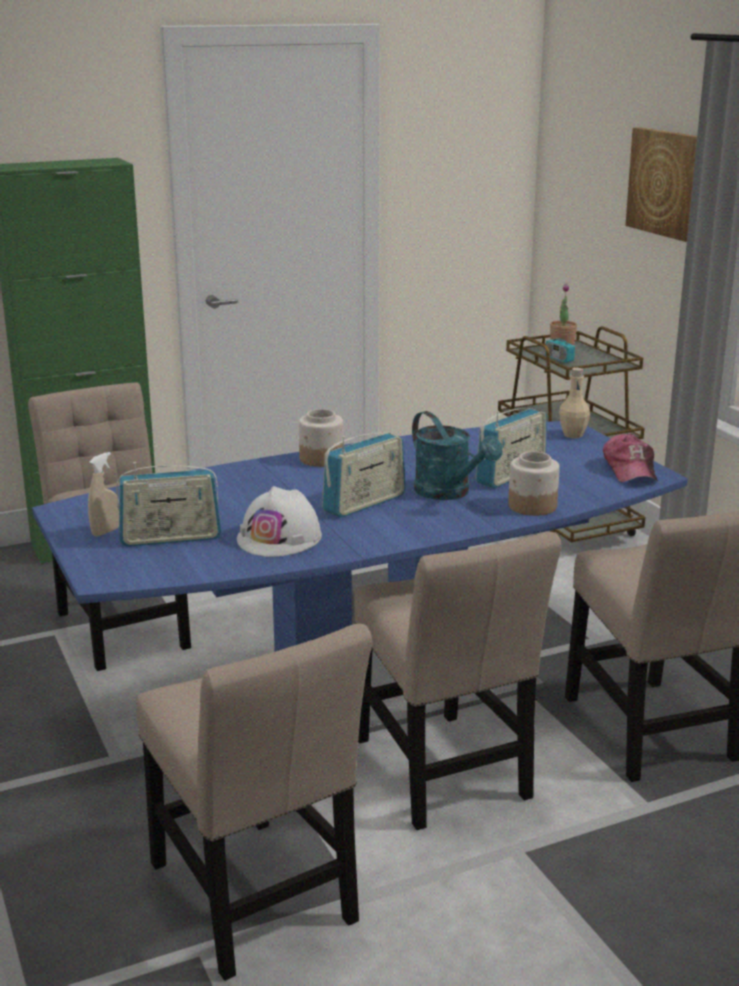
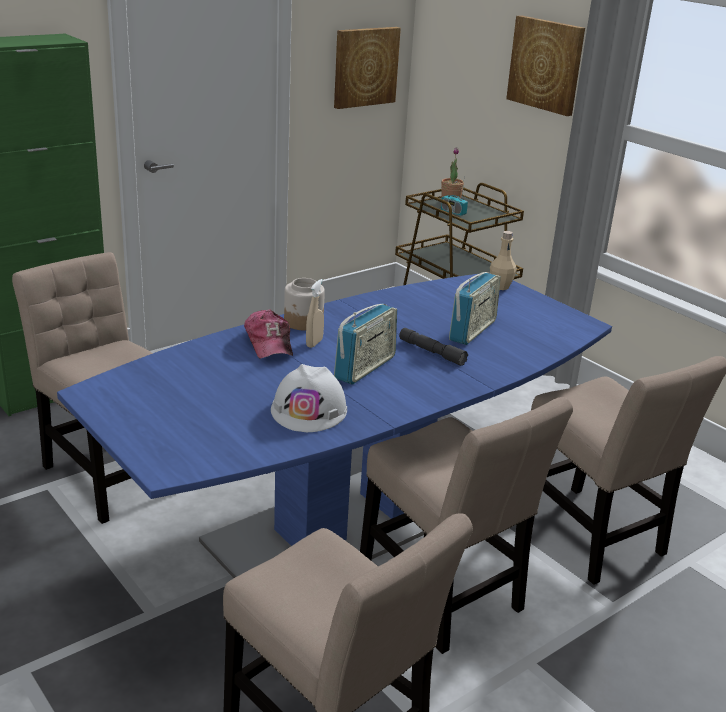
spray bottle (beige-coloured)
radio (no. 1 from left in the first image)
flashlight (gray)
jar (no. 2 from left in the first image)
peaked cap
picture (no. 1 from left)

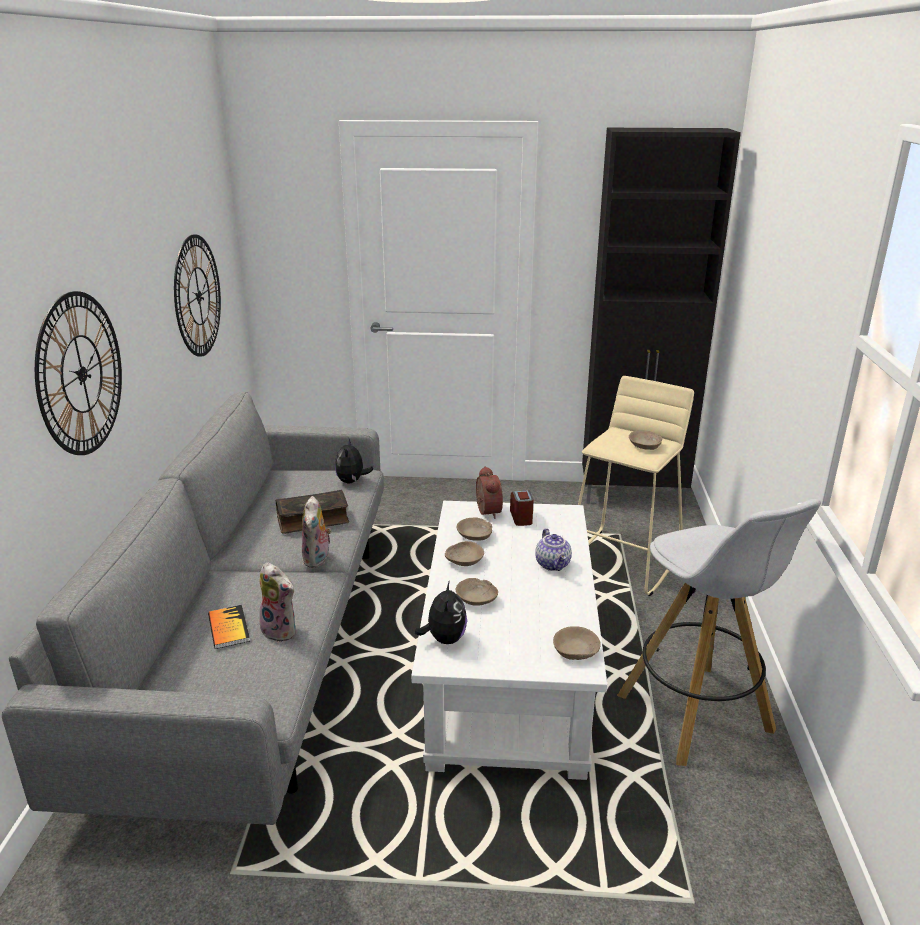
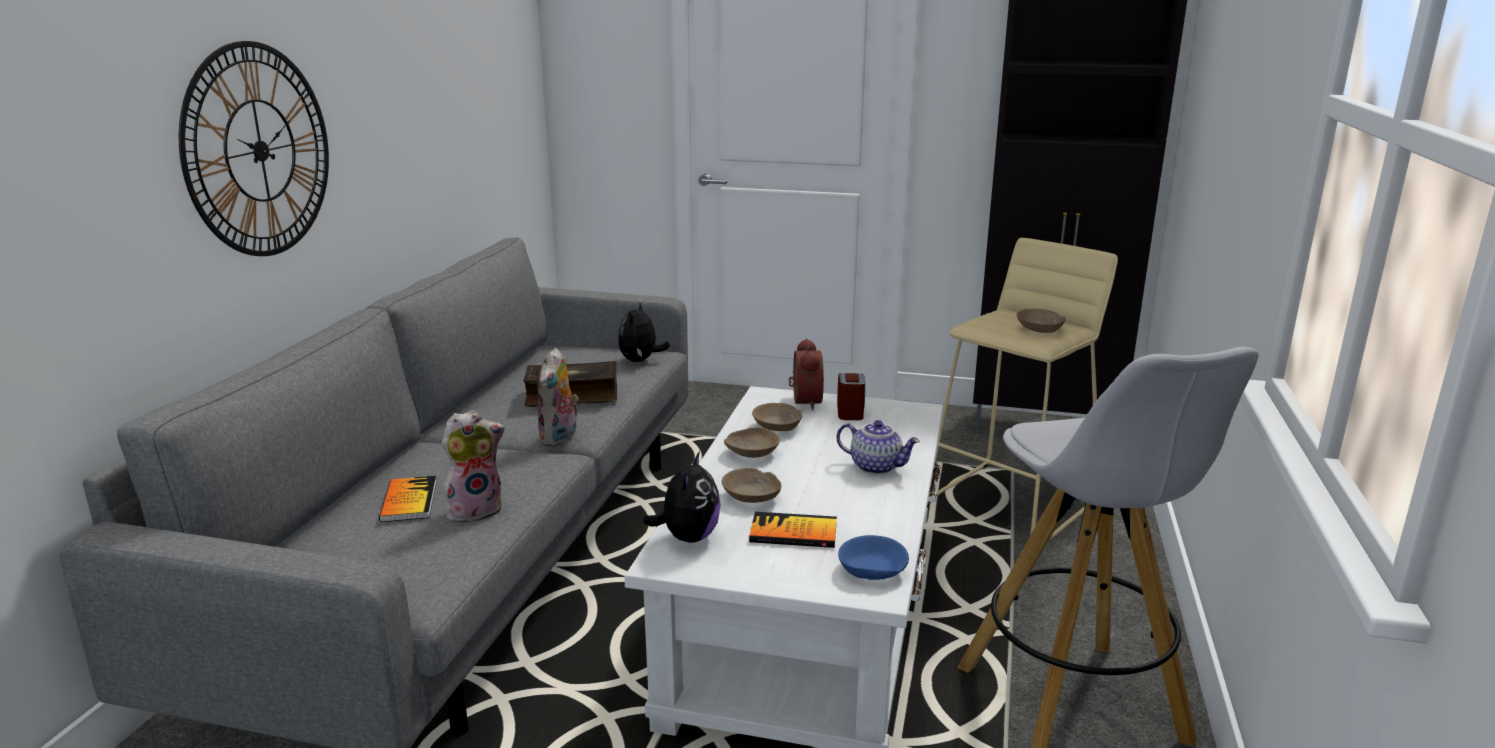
clock on the wall (no. 2 from left in the first image)
soft toy (no. 1 from left)
tea pot
deep dish (blue)
volume (no. 3 from left)

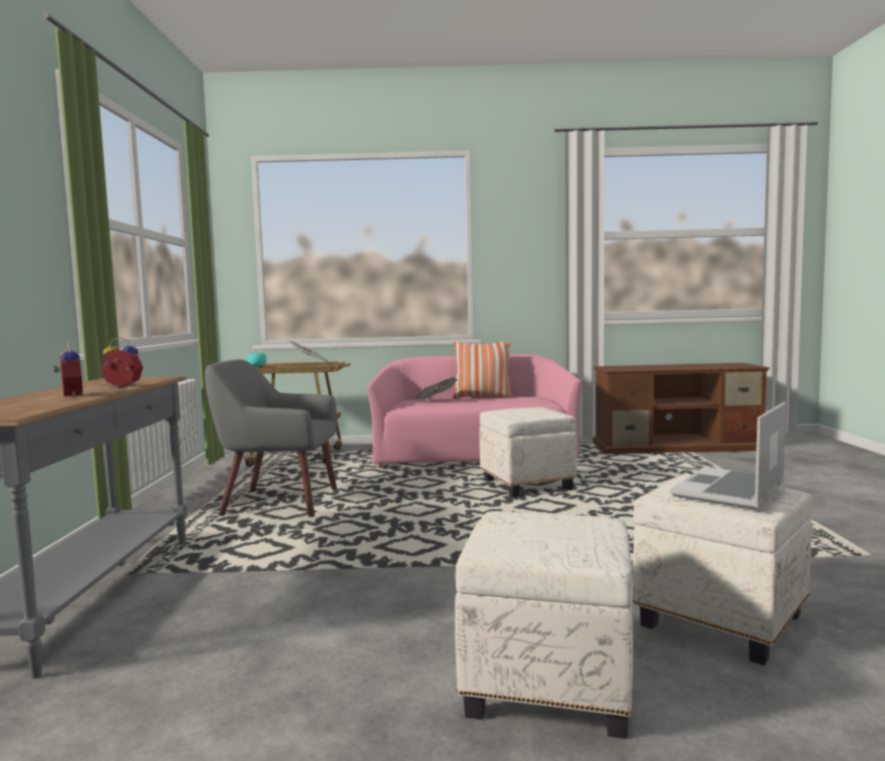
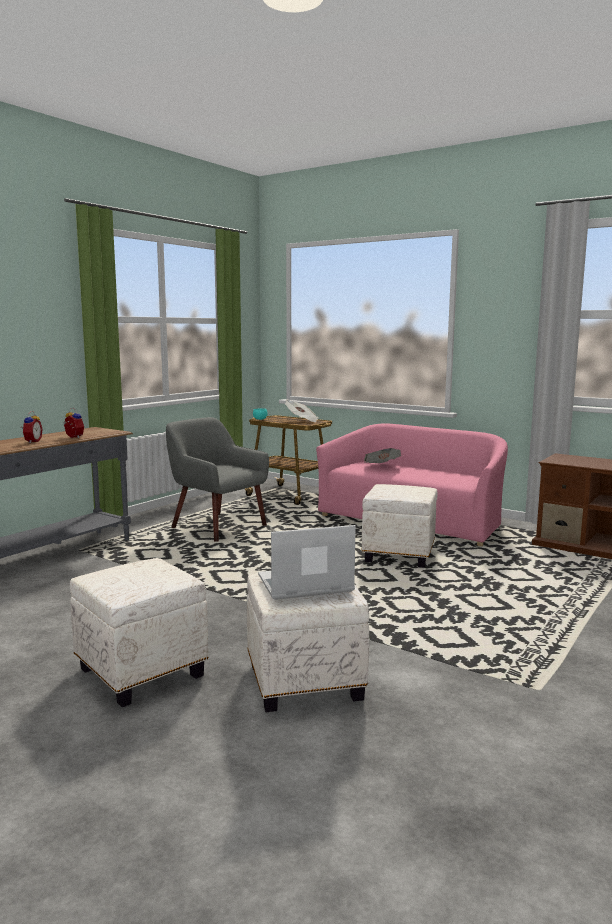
throw pillow

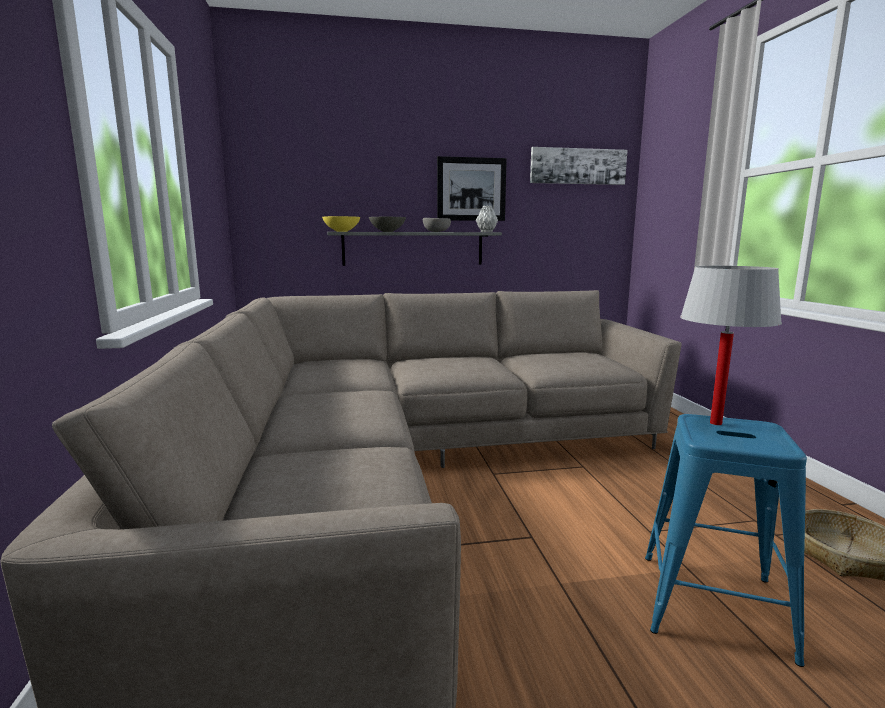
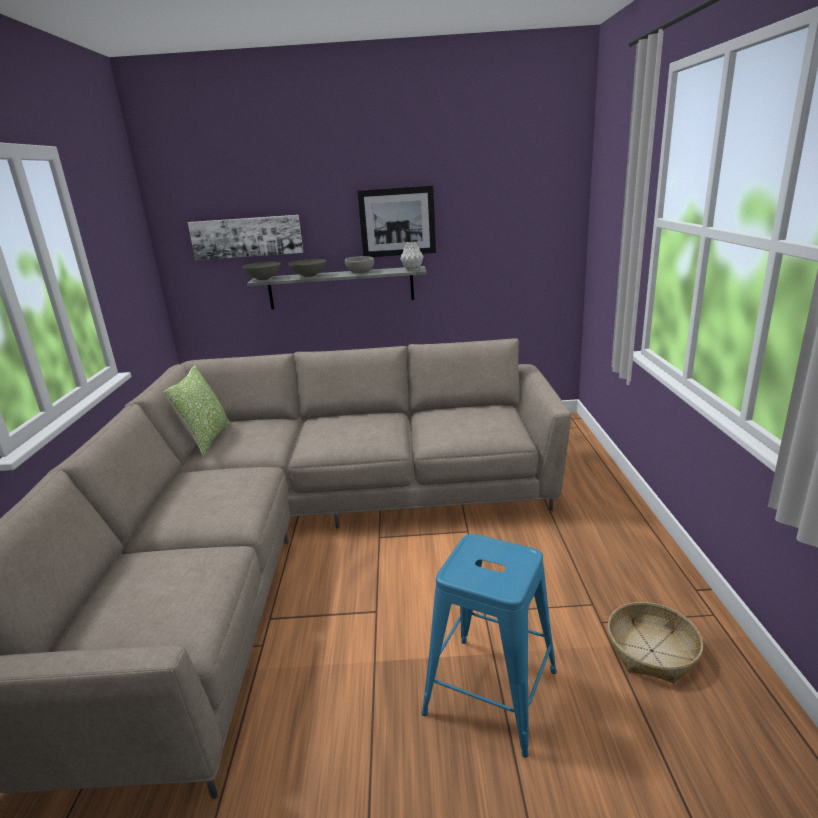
deep dish (gray) (no. 1 from left)
picture (no. 1 from left)
tabletop lamp (whitish)
throw pillow

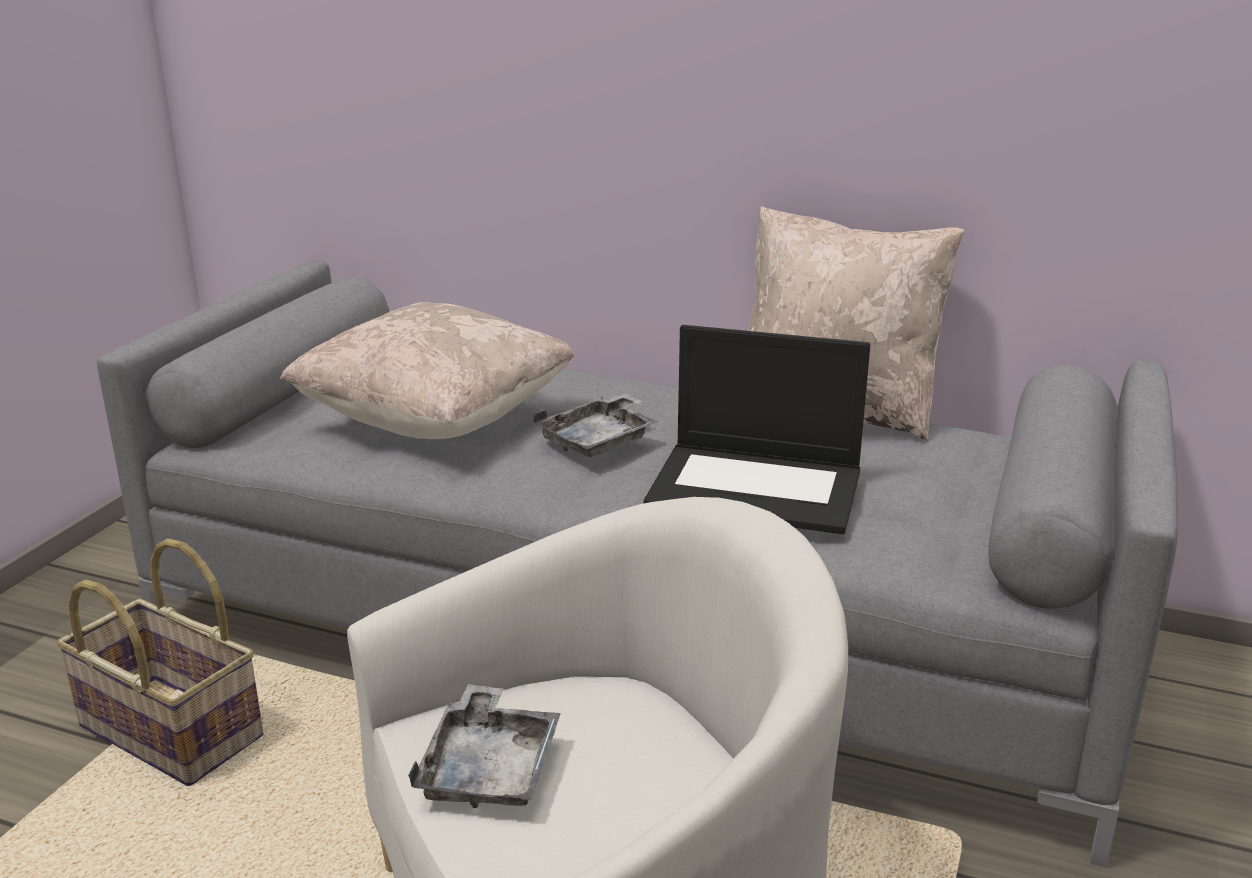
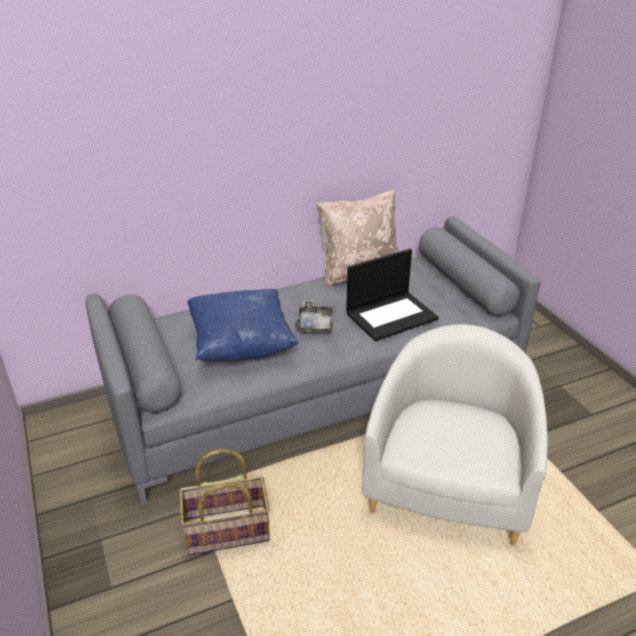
throw pillow (blue)
tray (gray) (no. 1 from left in the first image)

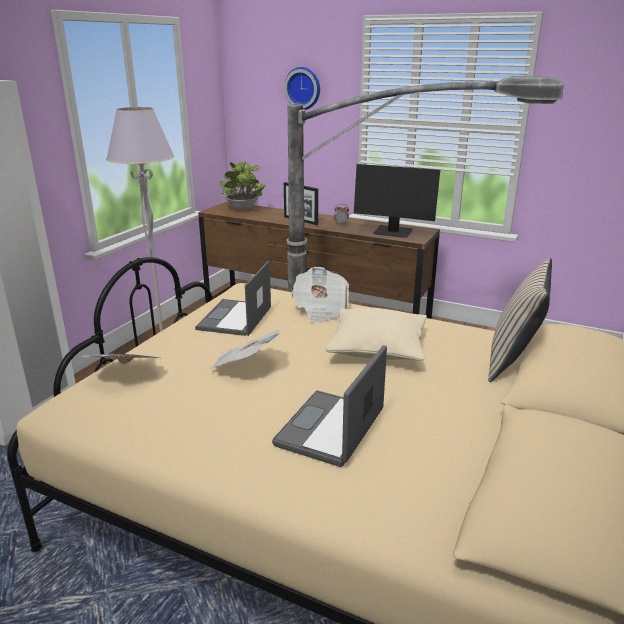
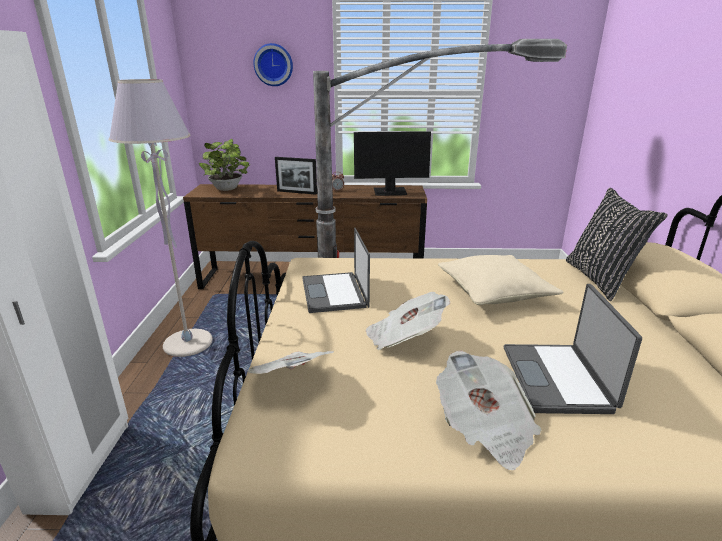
printed paper (no. 3 from left)
throw pillow (blackish)

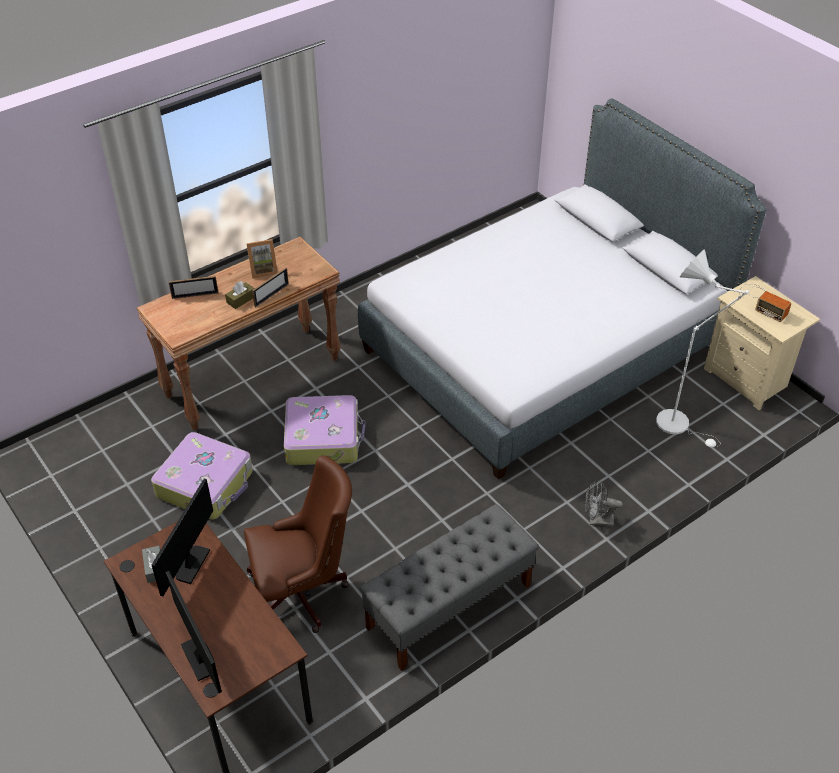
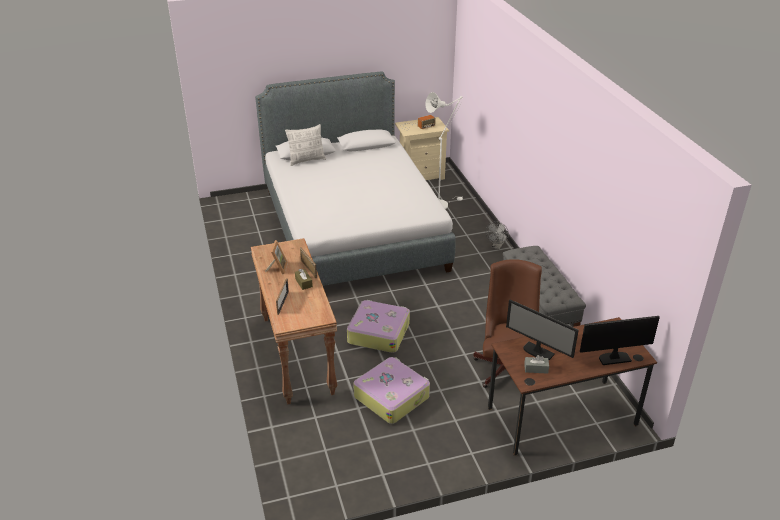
throw pillow

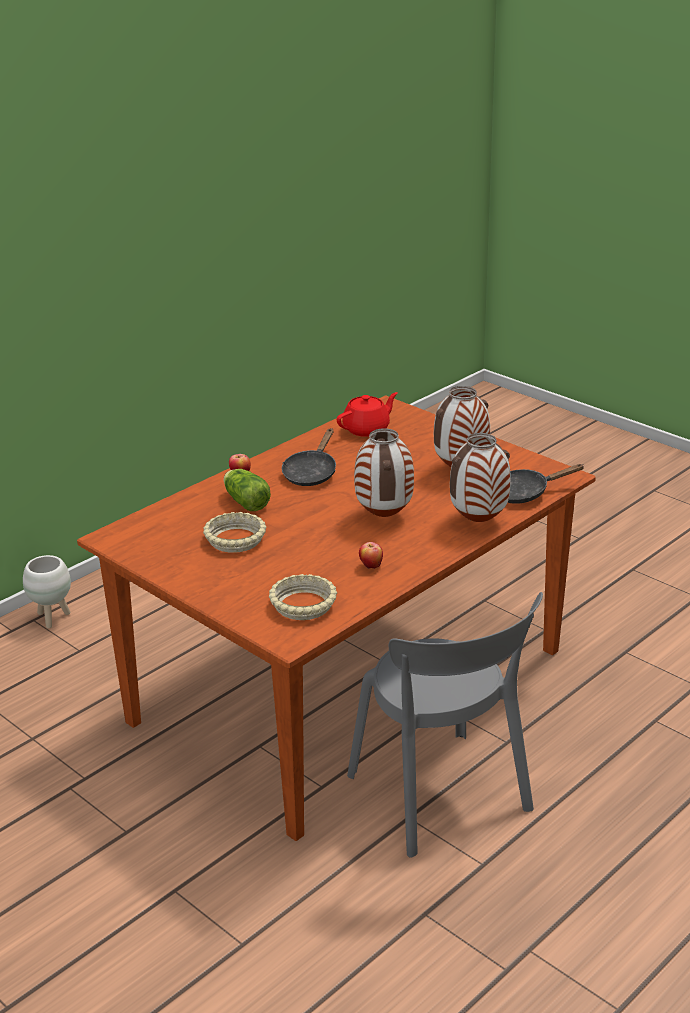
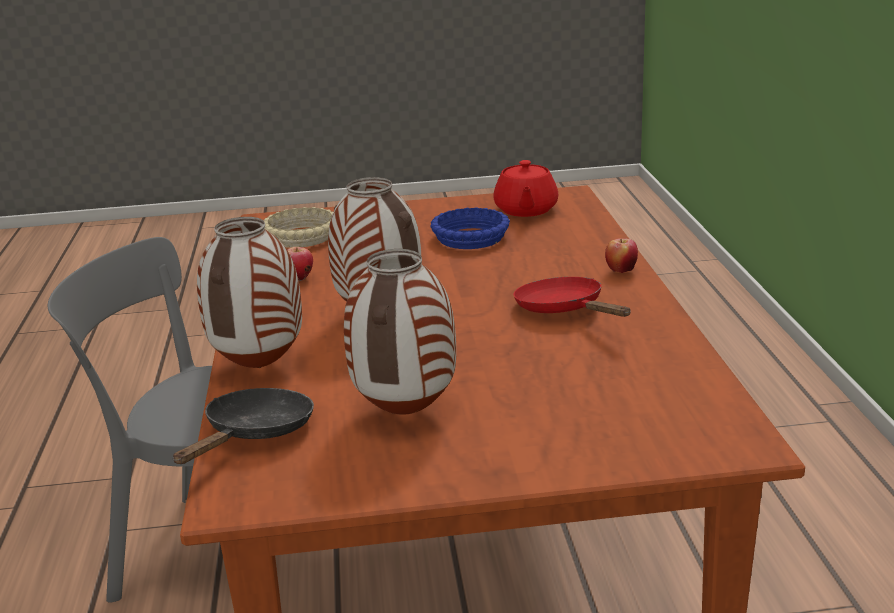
flower pot (whitish)
deep dish (blue)
lettuce
frying pan (reddish)
tea pot (reddish)

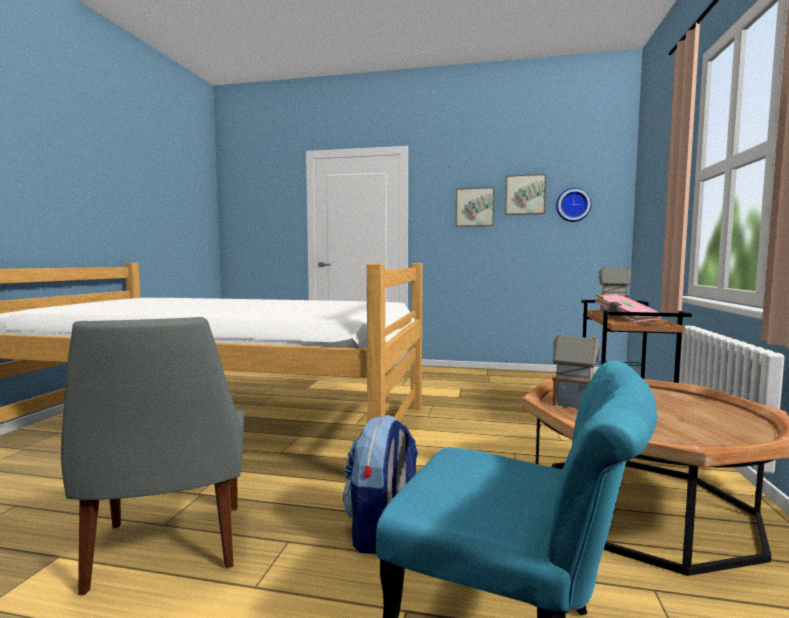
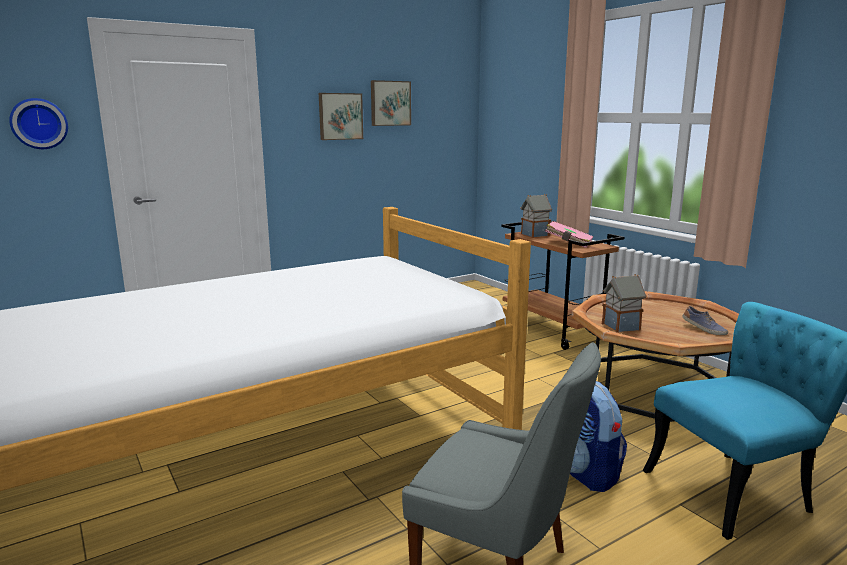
clock on the wall
item of footwear

